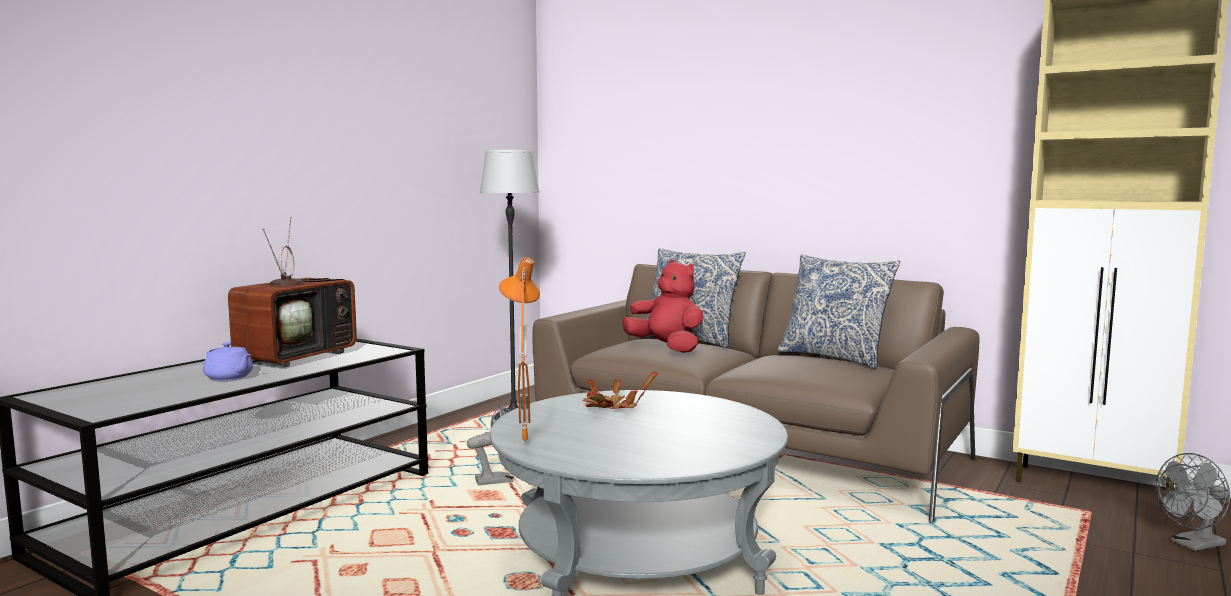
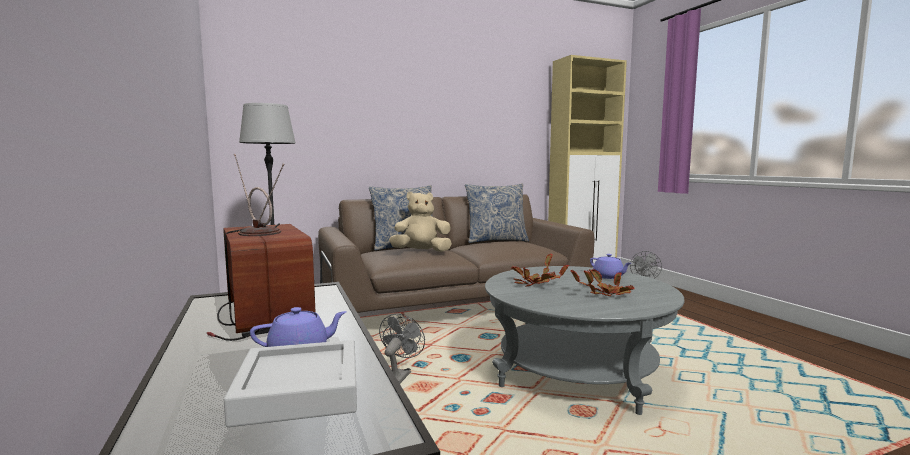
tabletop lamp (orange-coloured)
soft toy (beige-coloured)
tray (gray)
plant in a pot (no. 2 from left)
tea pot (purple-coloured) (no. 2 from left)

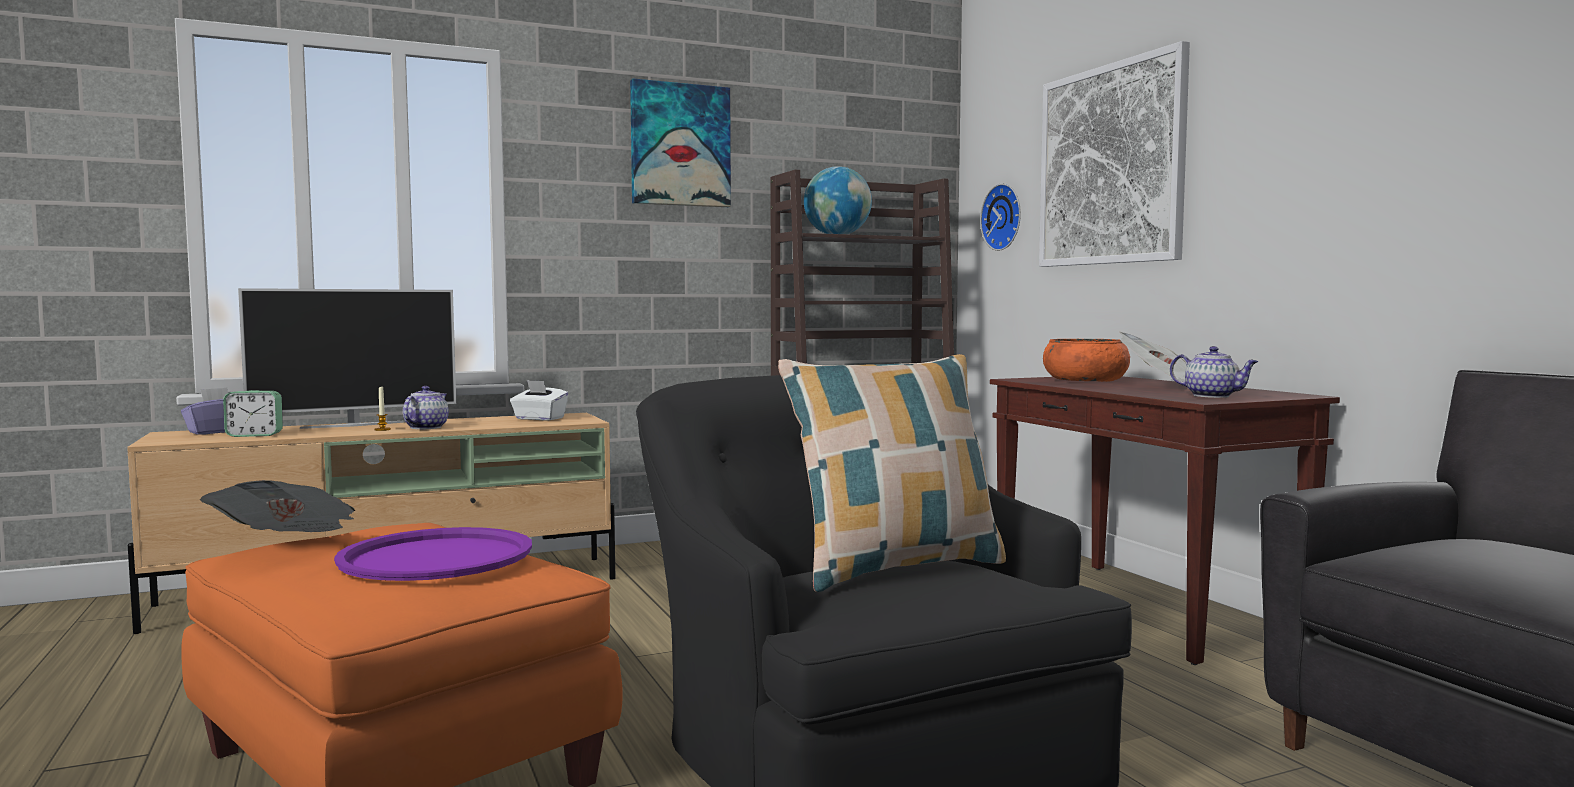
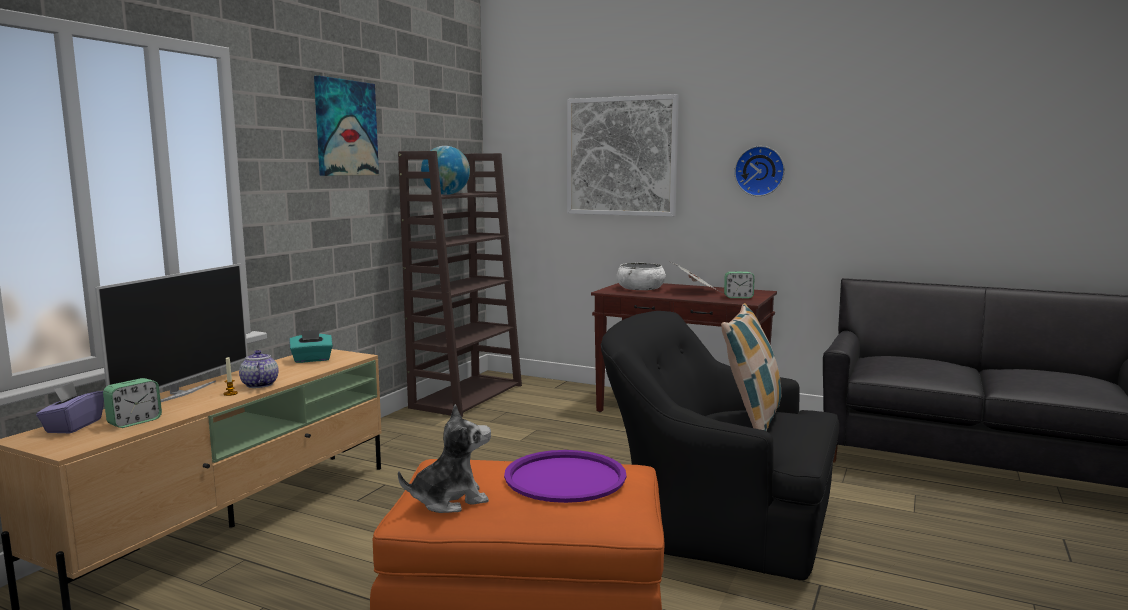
soft toy
tissue holder (blue-green)
clock on the wall
deep dish (whitish)
bedside clock (no. 2 from left)

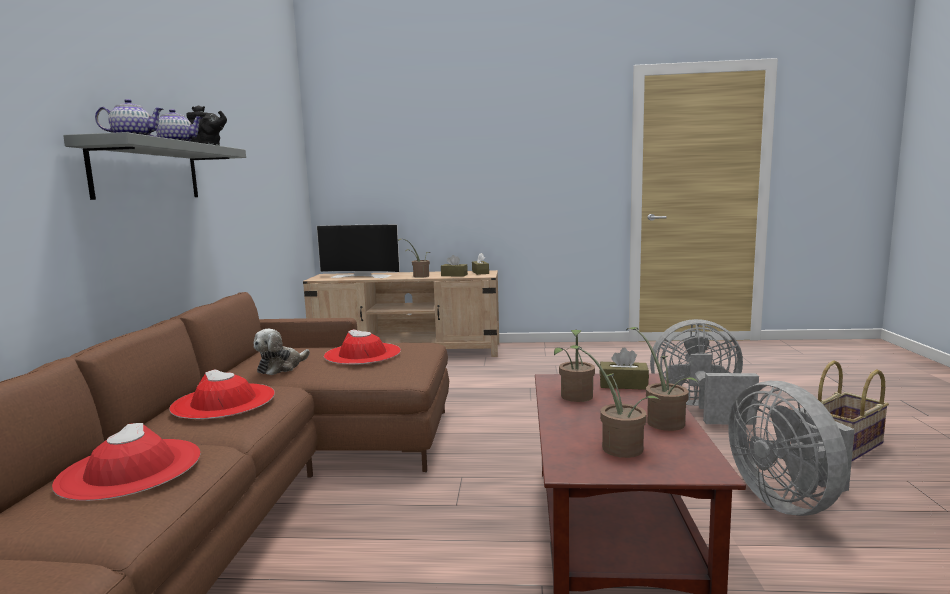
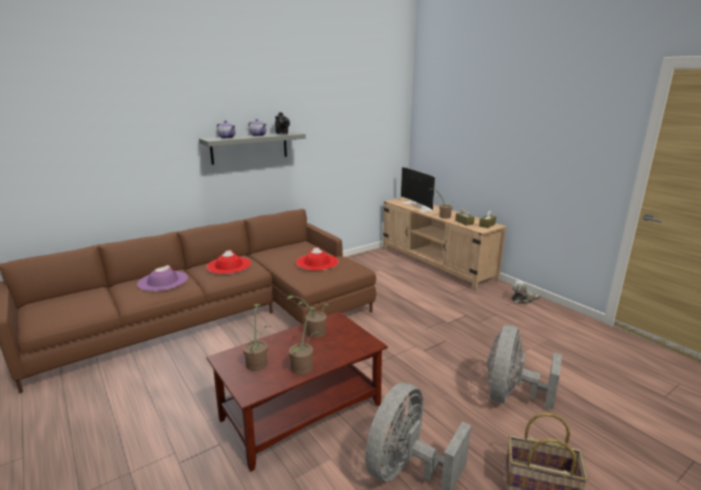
hat (purple-coloured)
soft toy
tissue holder (brown-coloured) (no. 3 from left in the first image)
cooling fan (gray) (no. 2 from left)

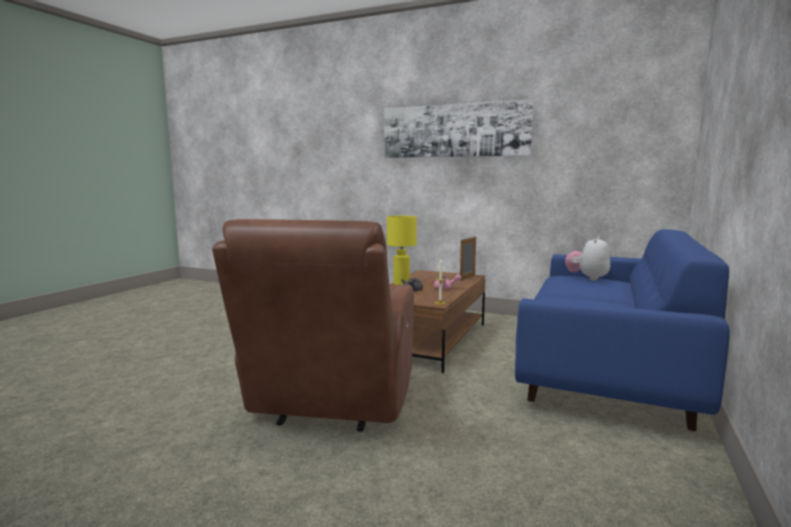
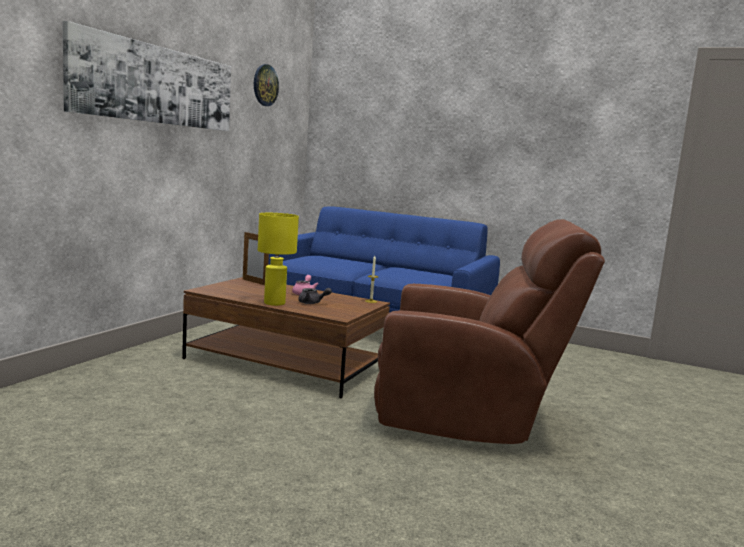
soft toy
clock on the wall

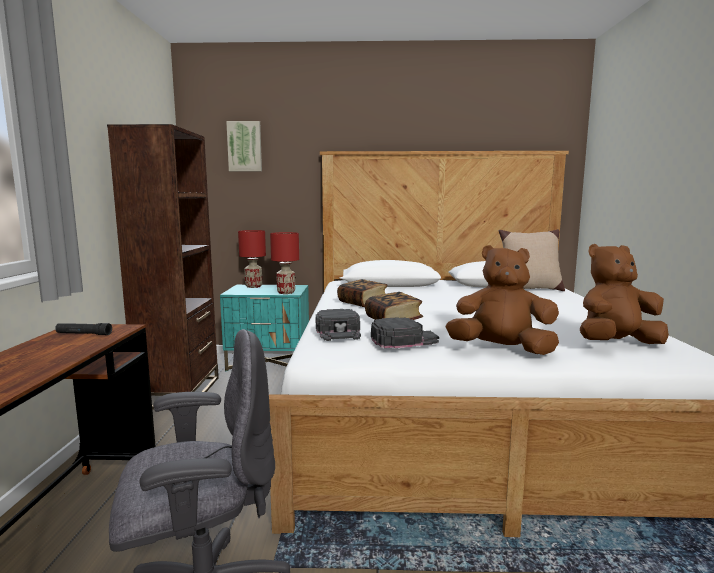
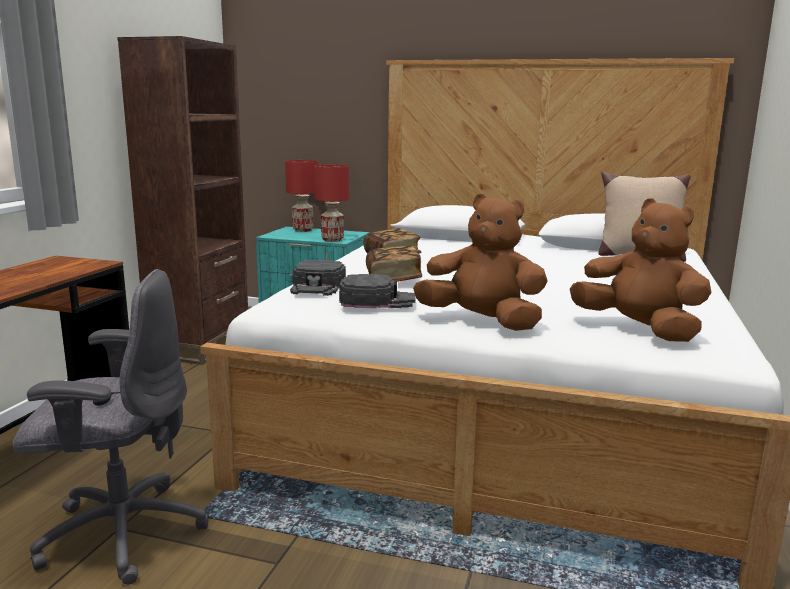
flashlight (blackish)
picture
soft toy (brown-coloured) (no. 2 from left)

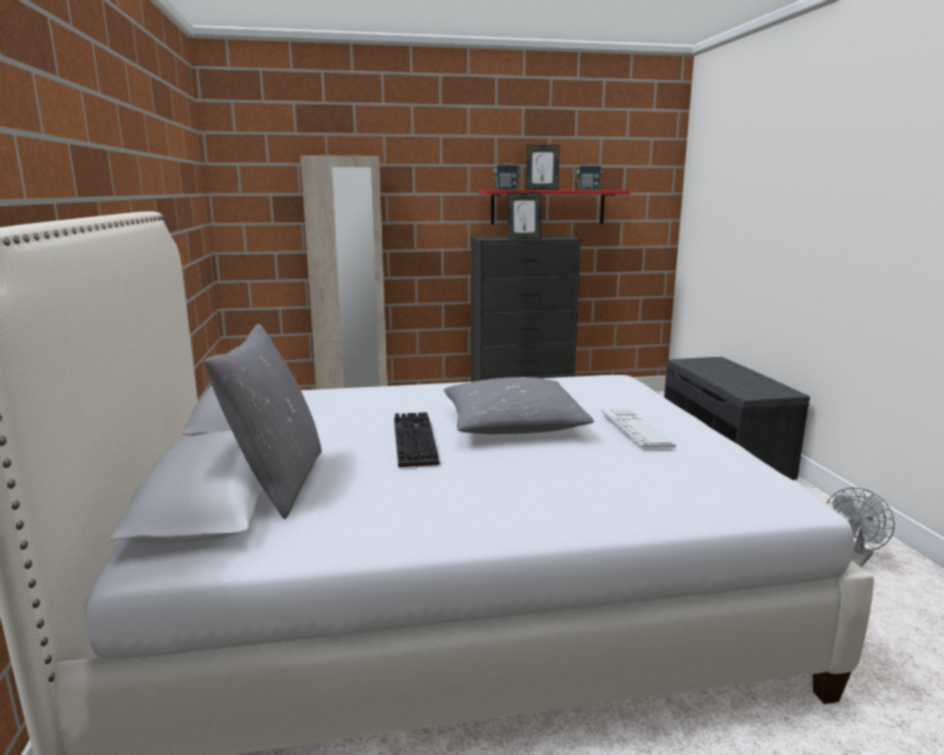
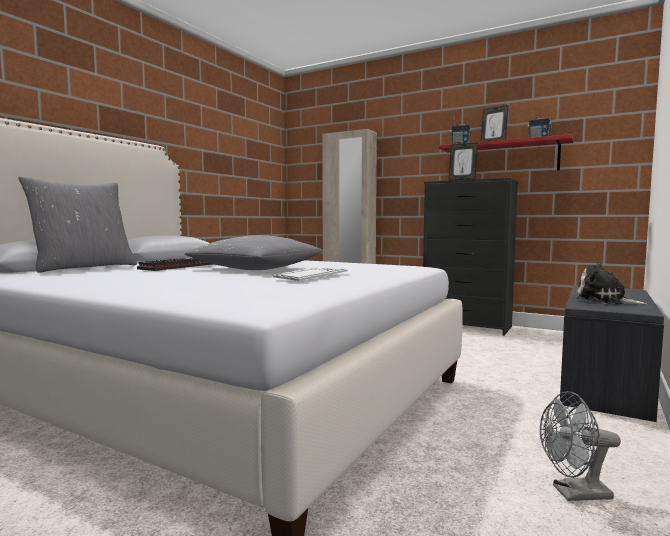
soft toy

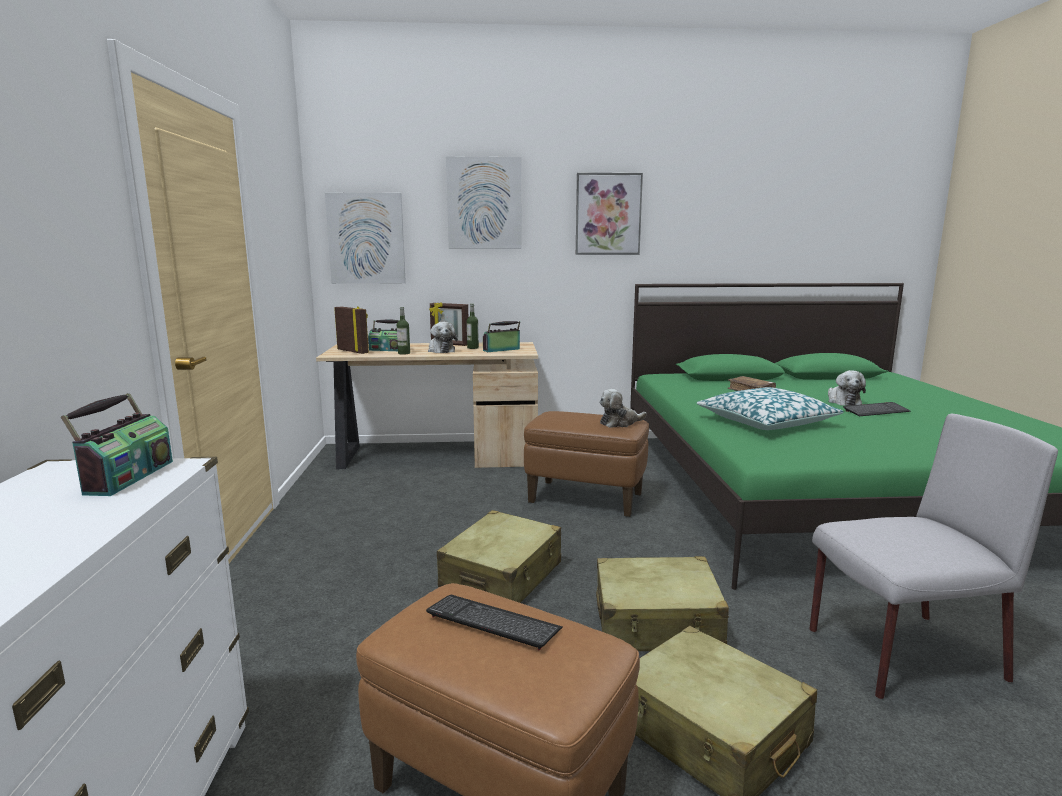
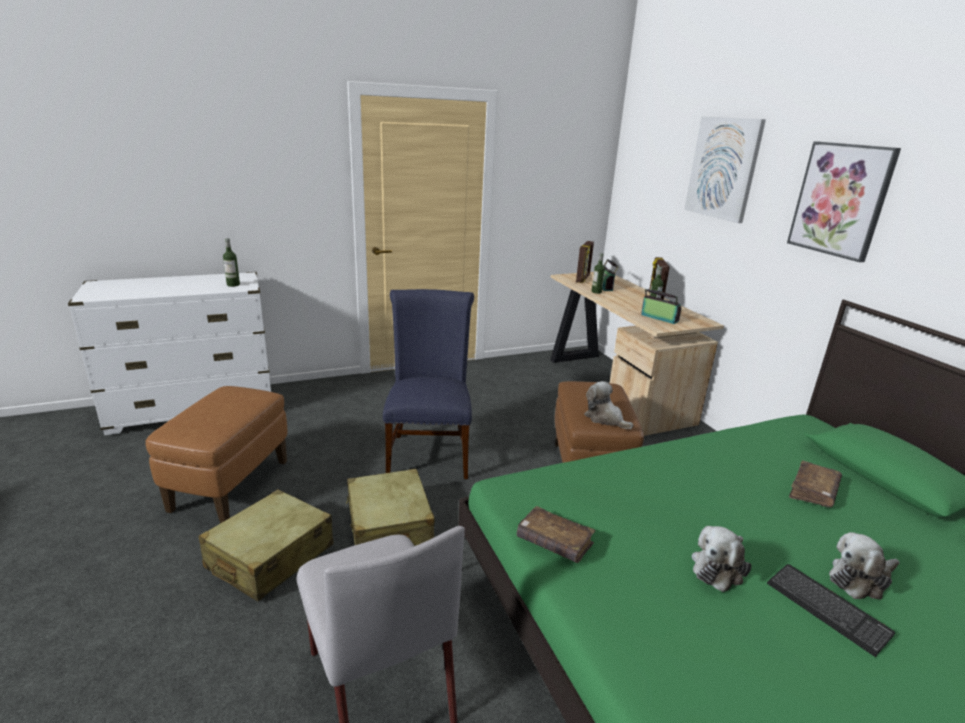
beverage bottle (no. 1 from left)
picture (no. 1 from left in the first image)
keyboard (no. 1 from left in the first image)
soft toy (no. 2 from left)
plain chair (blue)
throw pillow
volume (brown-coloured) (no. 1 from left)

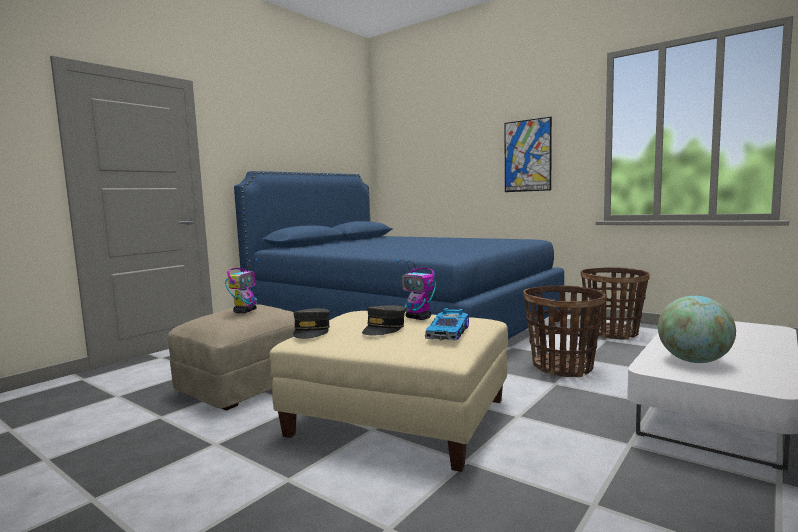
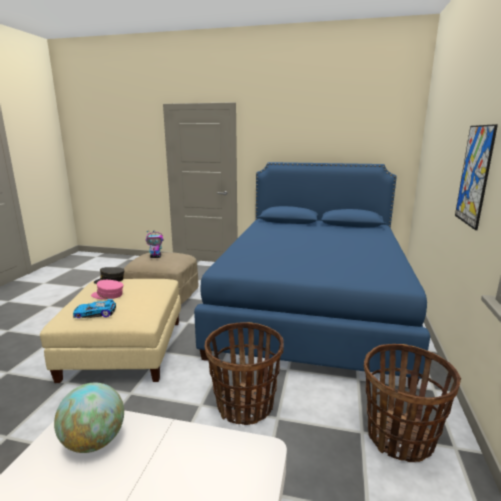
peaked cap (pink)
toy robot (no. 2 from left in the first image)

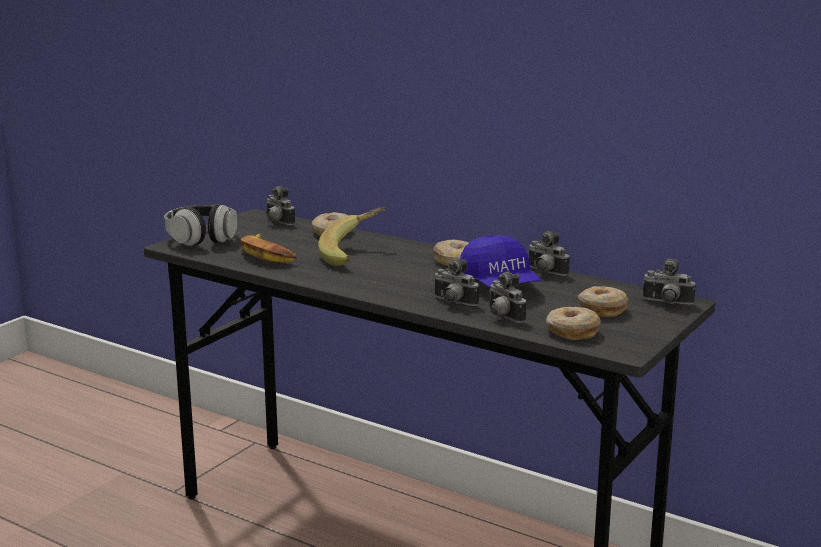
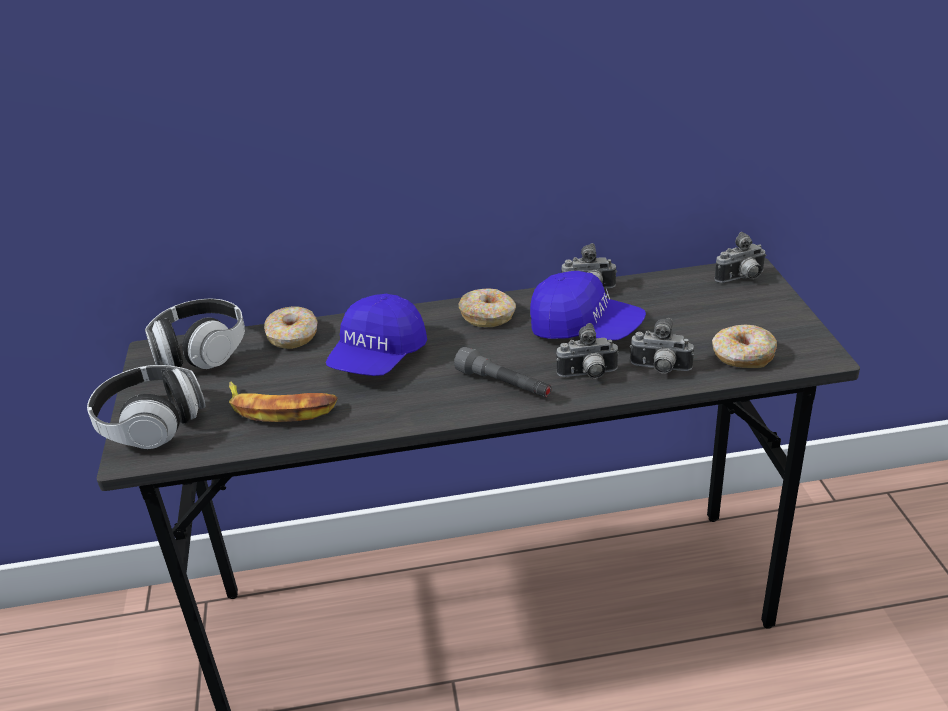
headset (no. 2 from left)
peaked cap (blue) (no. 1 from left)
ring doughnut (no. 4 from left in the first image)
flashlight (gray)

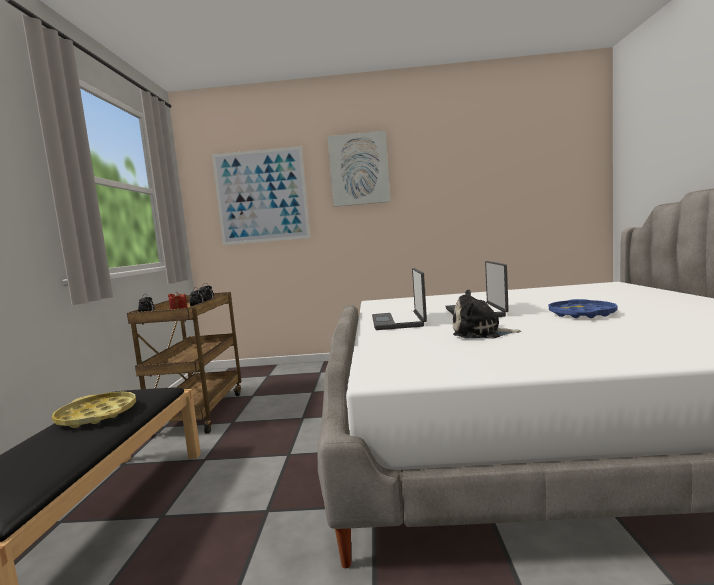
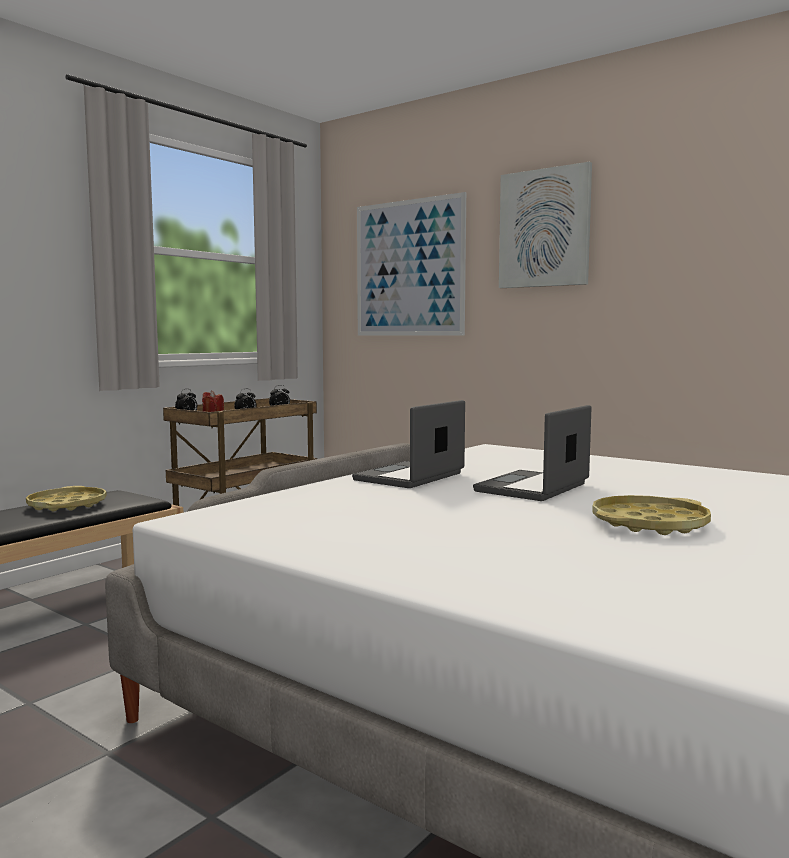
soft toy
tray (yellowish) (no. 2 from left)

